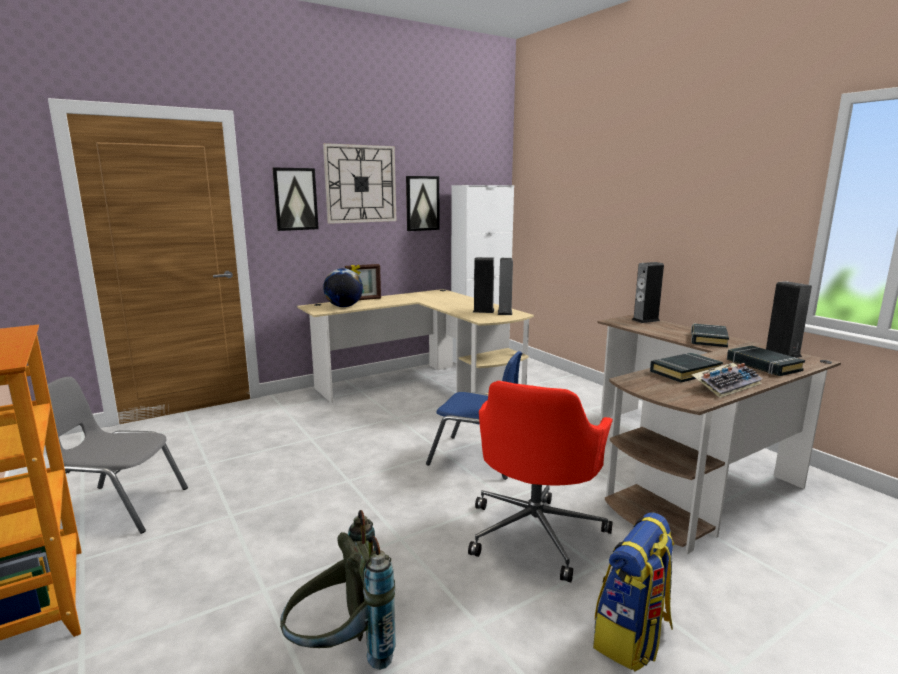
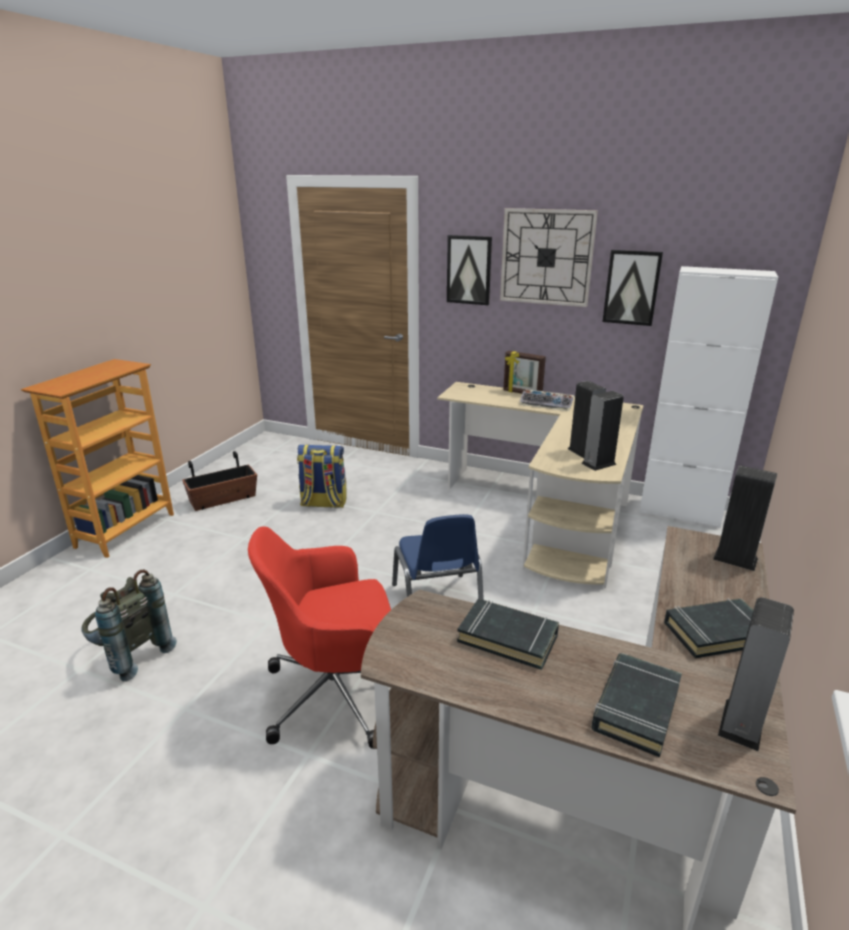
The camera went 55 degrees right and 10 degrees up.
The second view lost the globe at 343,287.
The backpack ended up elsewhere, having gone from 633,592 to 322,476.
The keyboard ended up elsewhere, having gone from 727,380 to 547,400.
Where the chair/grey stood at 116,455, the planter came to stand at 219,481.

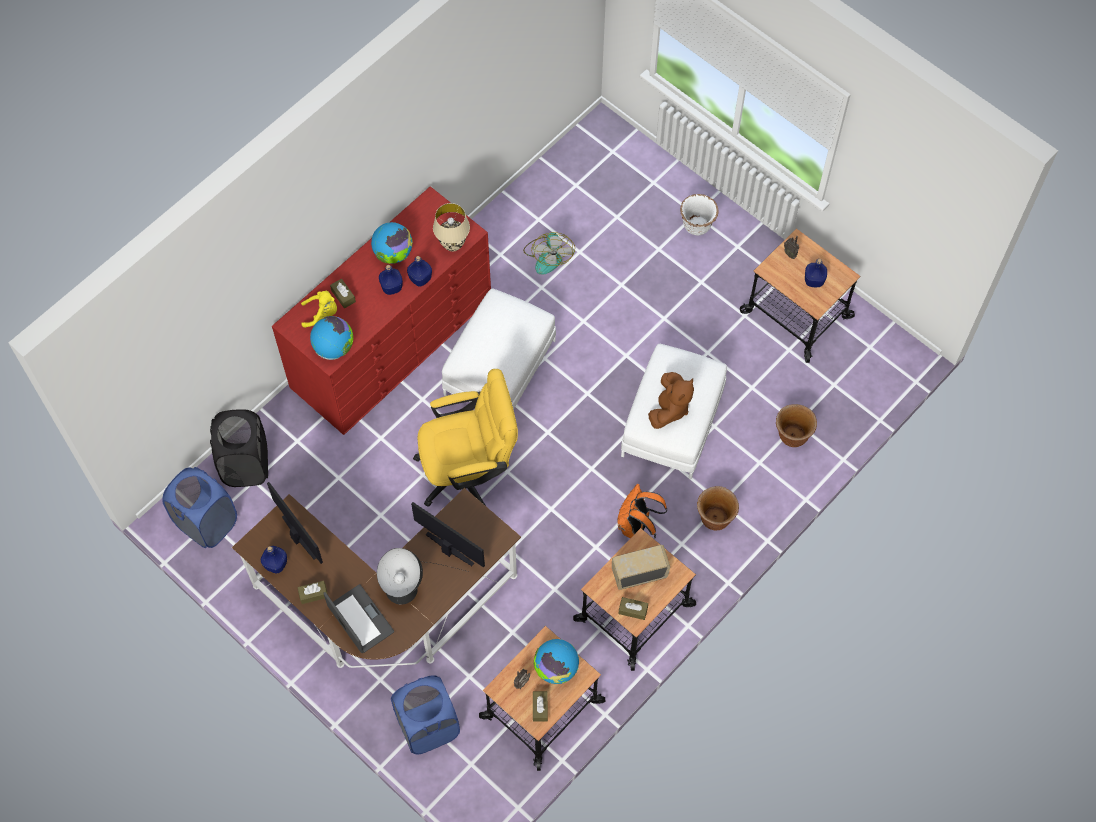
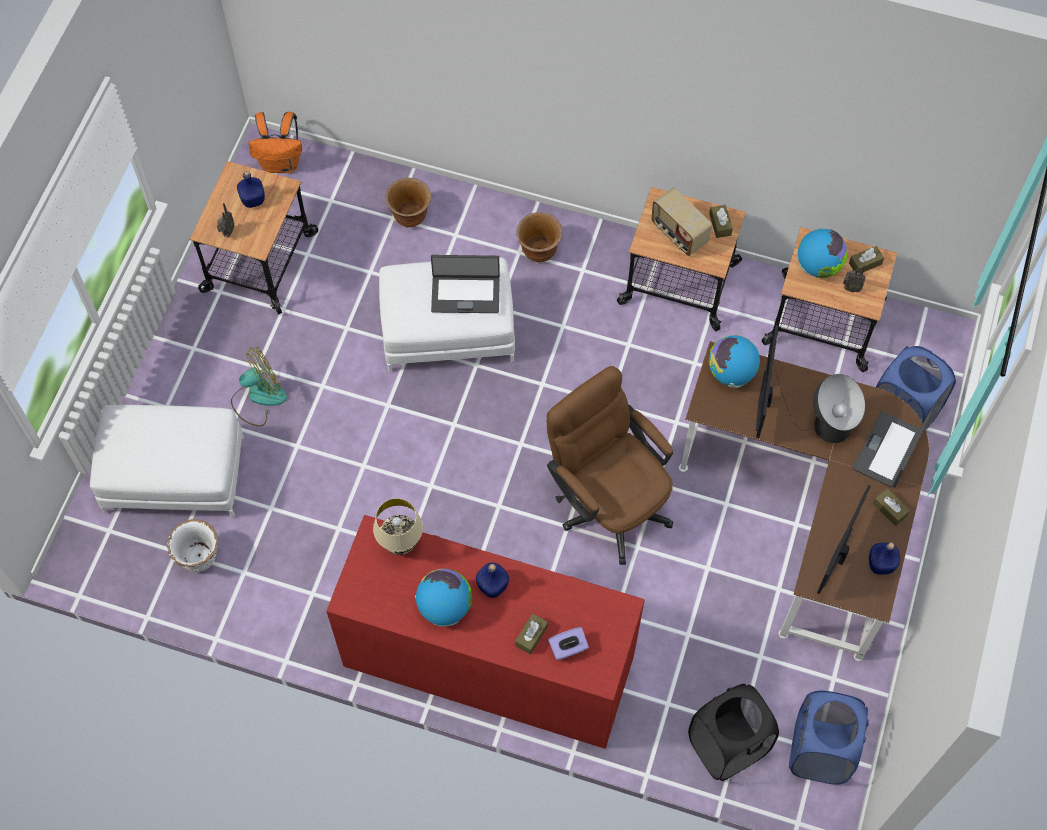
The camera went 115 degrees left and 0 degrees up.
The second view lost the bottle/blue at 419,271.
The globe ended up elsewhere, having gone from 331,338 to 734,361.
The ottoman/white ended up elsewhere, having gone from 499,349 to 167,461.
The fan ended up elsewhere, having gone from 549,253 to 259,387.
The backpack/orange ended up elsewhere, having gone from 642,511 to 275,142.
The planter/white ended up elsewhere, having gone from 699,214 to 192,545.
Where the plush toy/yellow stood at 319,309, the tissue box/purple came to stand at 568,643.
Where the plush toy/brown stood at 671,400, the laptop came to stand at 465,284.
What was the office chair/yellow at 465,438 turned into the office chair/brown at 610,465.

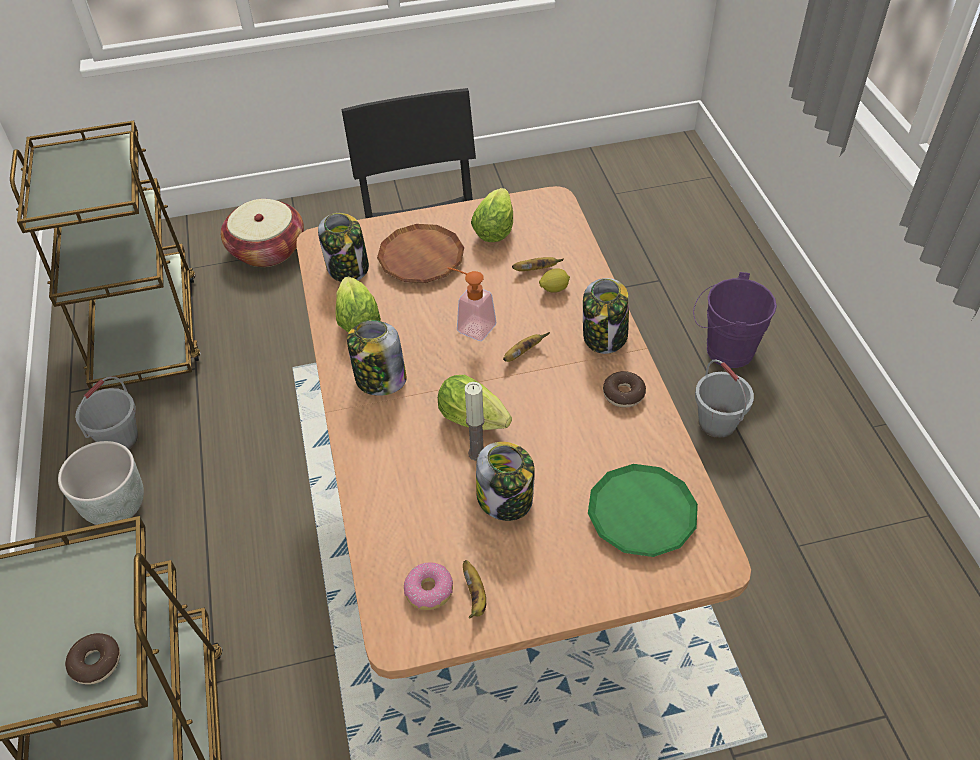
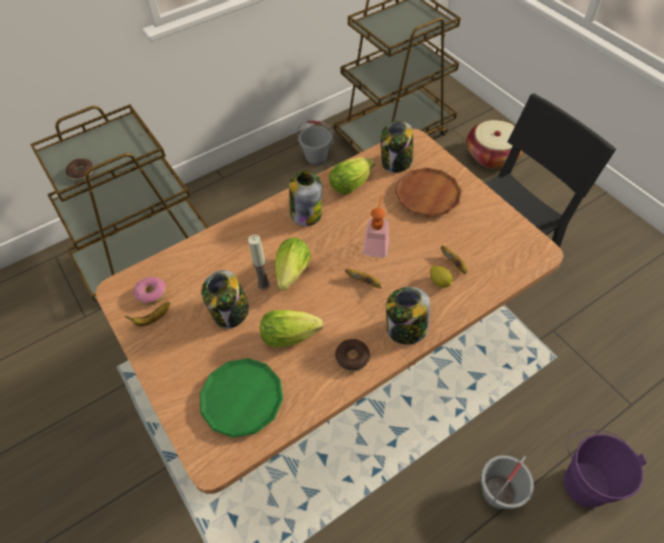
The camera went 70 degrees right and 5 degrees up.
The second view lost the planter/grey at 101,483.
The lettuce ended up elsewhere, having gone from 492,215 to 291,329.

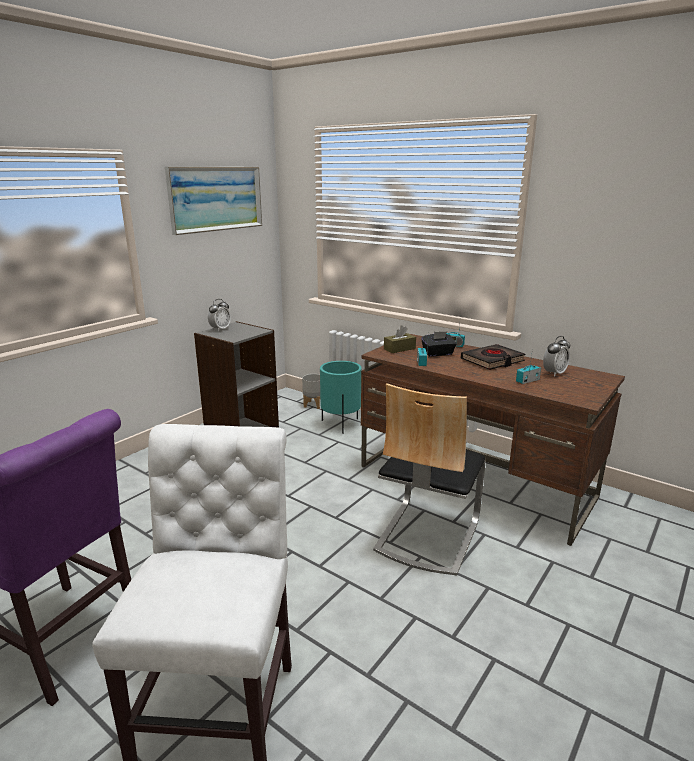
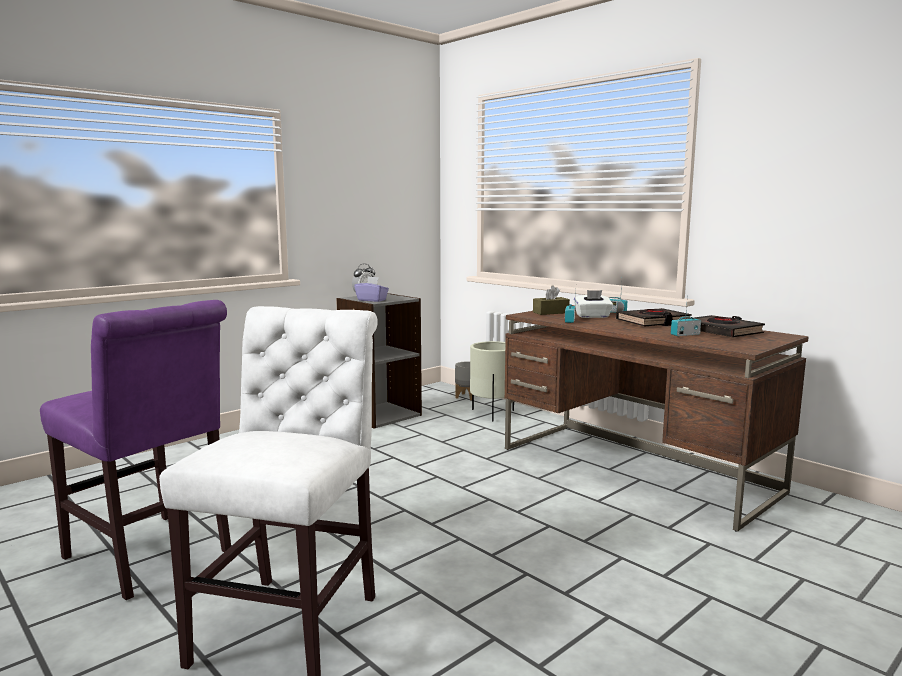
The camera went 10 degrees right and 10 degrees down.
The second view lost the picture at 213,201.
The second view lost the chair at 429,479.
The second view gained the tissue box/purple at 371,289.
Where the alarm clock stood at 556,356, the book/black came to stand at 725,326.
What was the planter/turquoise at 341,397 turned into the planter/beige at 492,381.
What was the tissue box/black at 439,343 turned into the tissue box/white at 593,304.

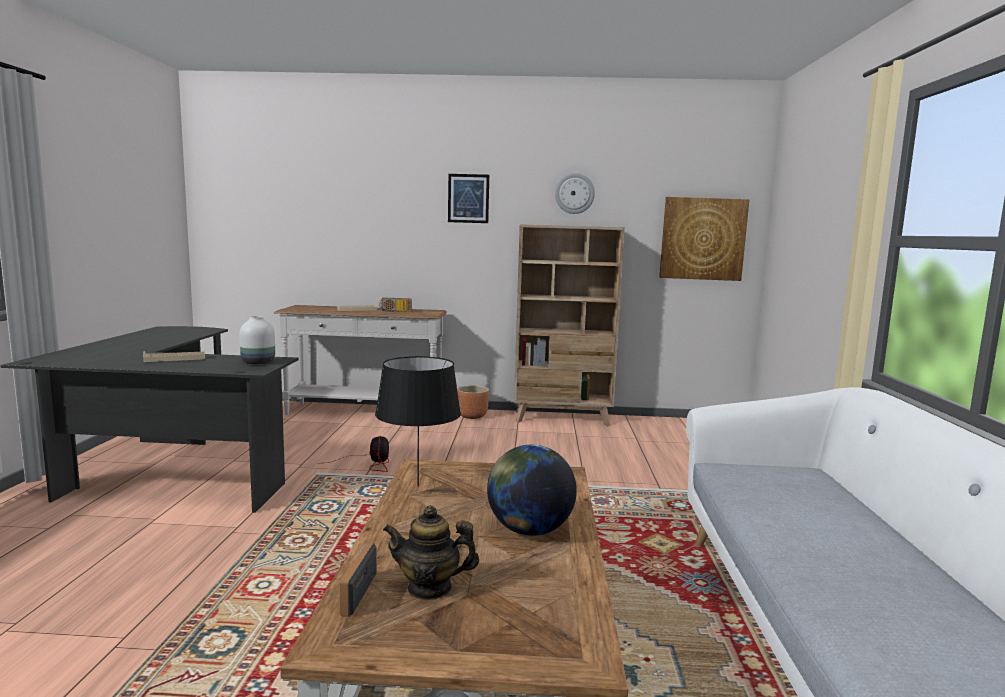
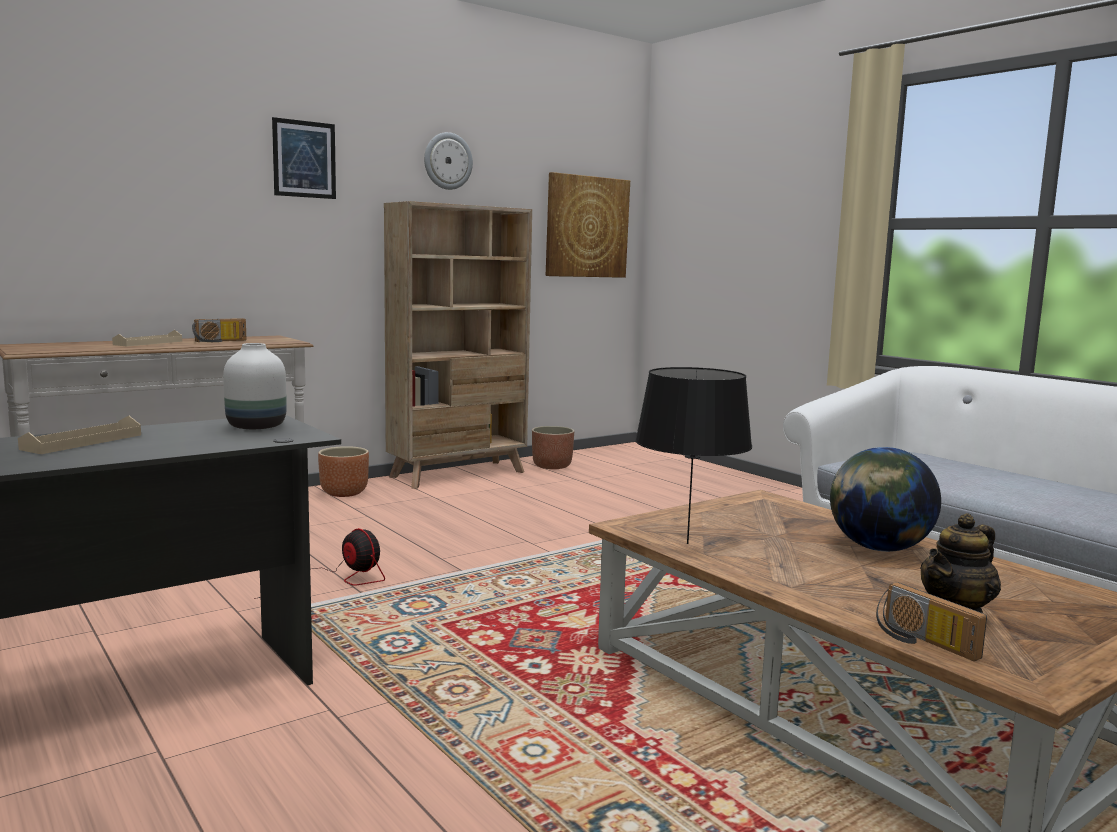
The camera went 40 degrees left and 0 degrees up.
The second view gained the planter at 553,447.

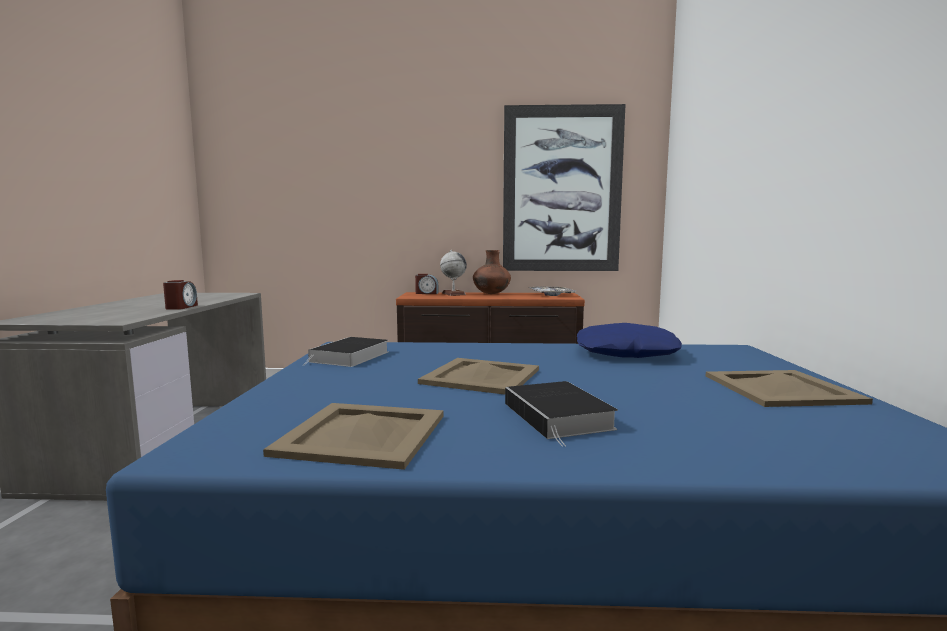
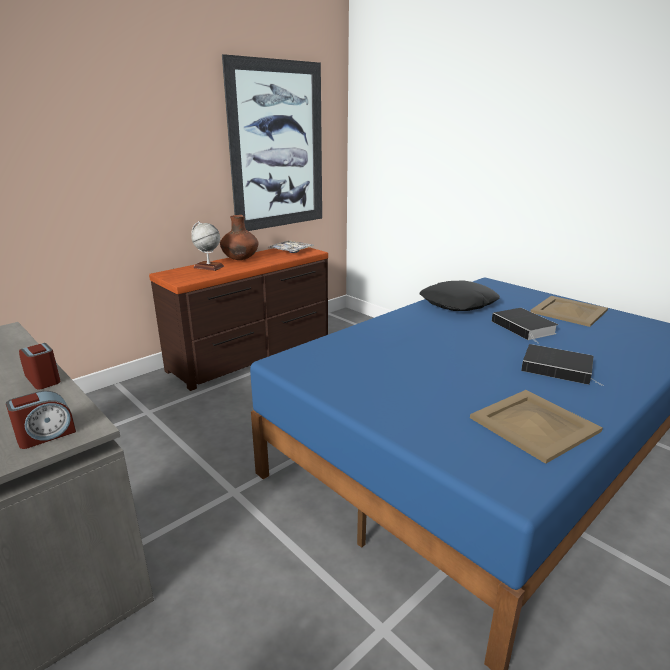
The camera went 45 degrees left and 15 degrees up.
The second view lost the tray/beige at 478,376.
The book ended up elsewhere, having gone from 345,352 to 525,326.
The alarm clock ended up elsewhere, having gone from 426,284 to 41,420.
What was the pillow/blue at 629,340 turned into the pillow/black at 459,295.

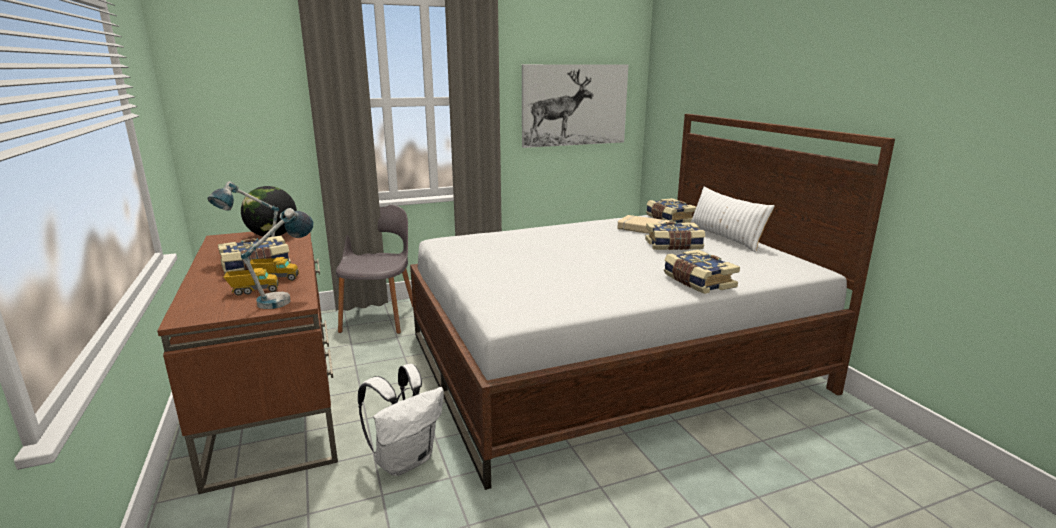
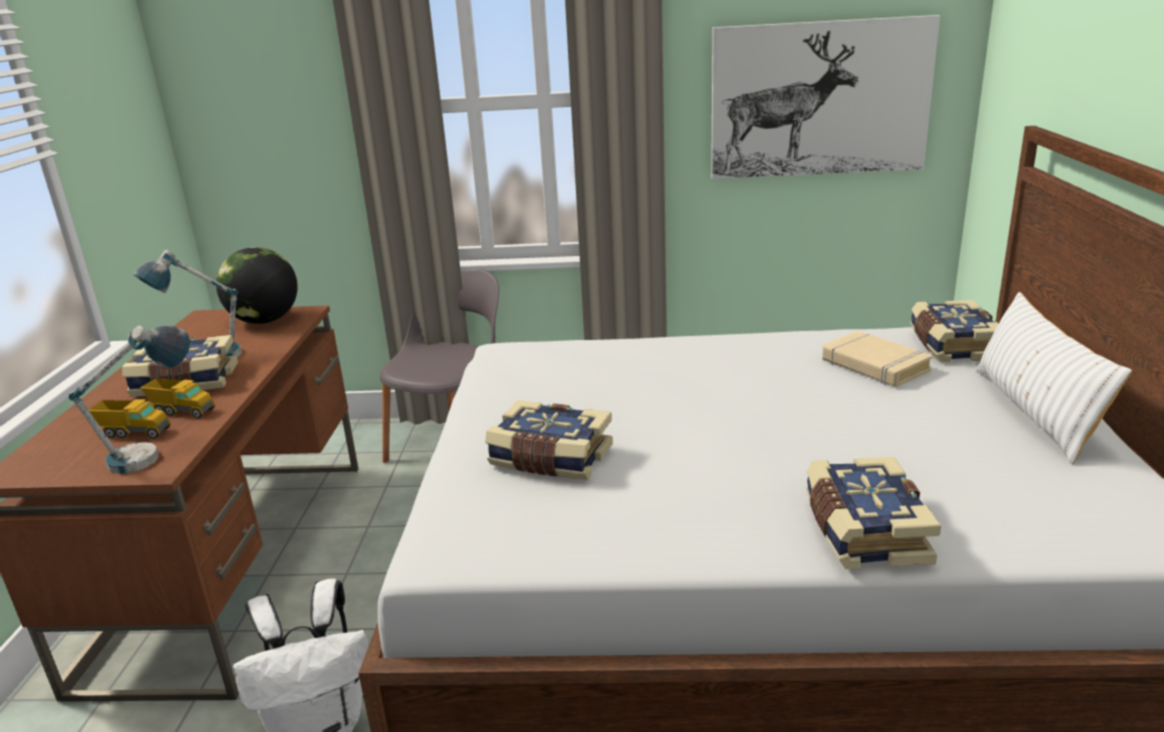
The camera went 25 degrees right and 5 degrees up.
The book ended up elsewhere, having gone from 675,236 to 549,440.

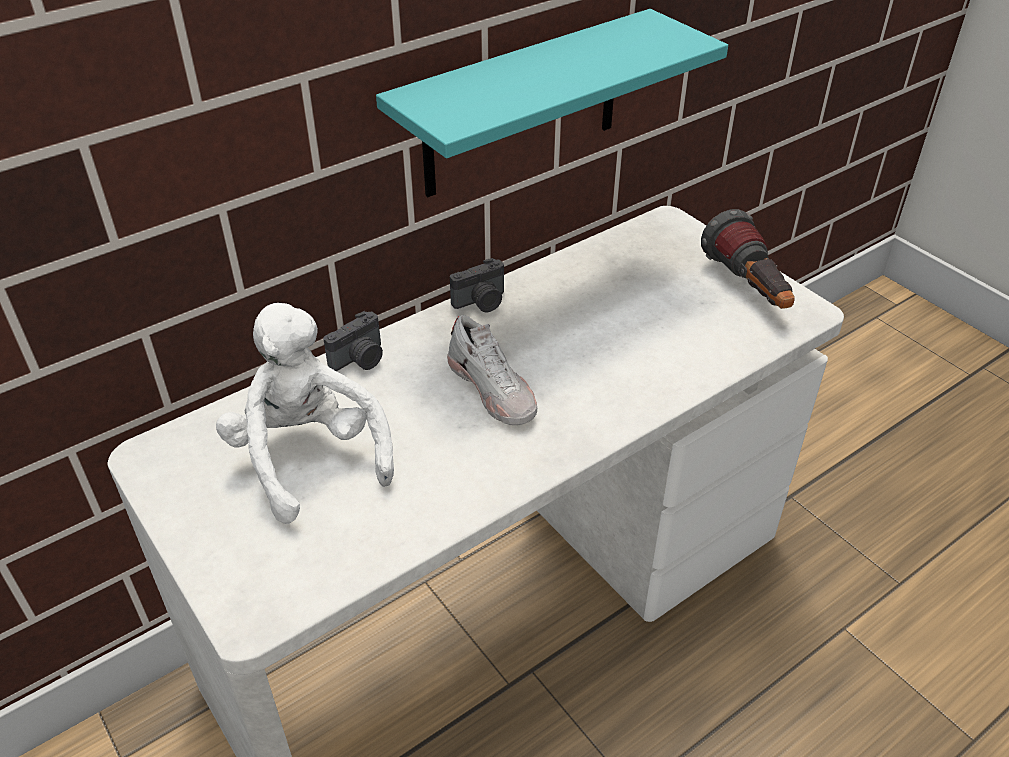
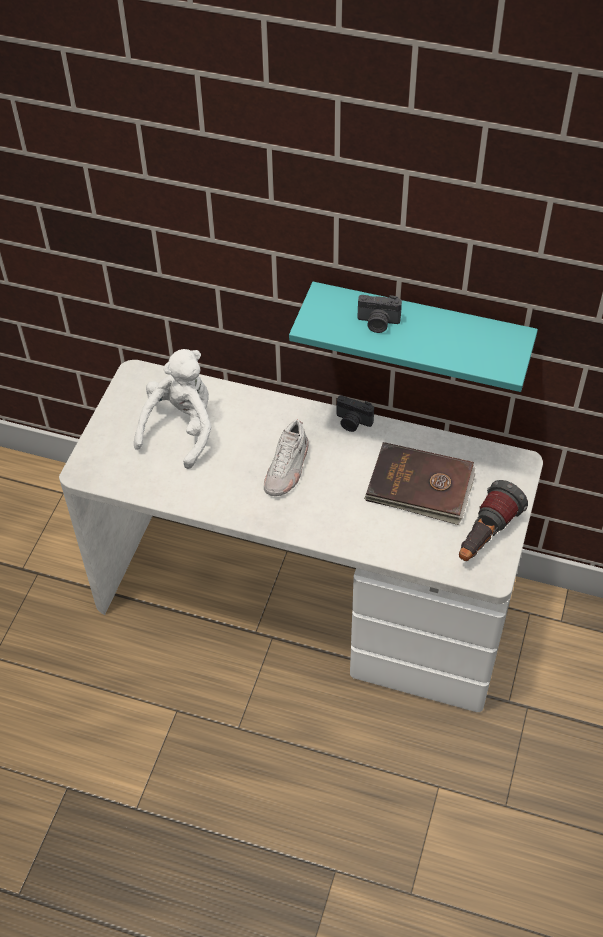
The camera went 55 degrees right and 10 degrees up.
The second view gained the book/brown at 420,483.
The photo camera ended up elsewhere, having gone from 353,341 to 380,314.

